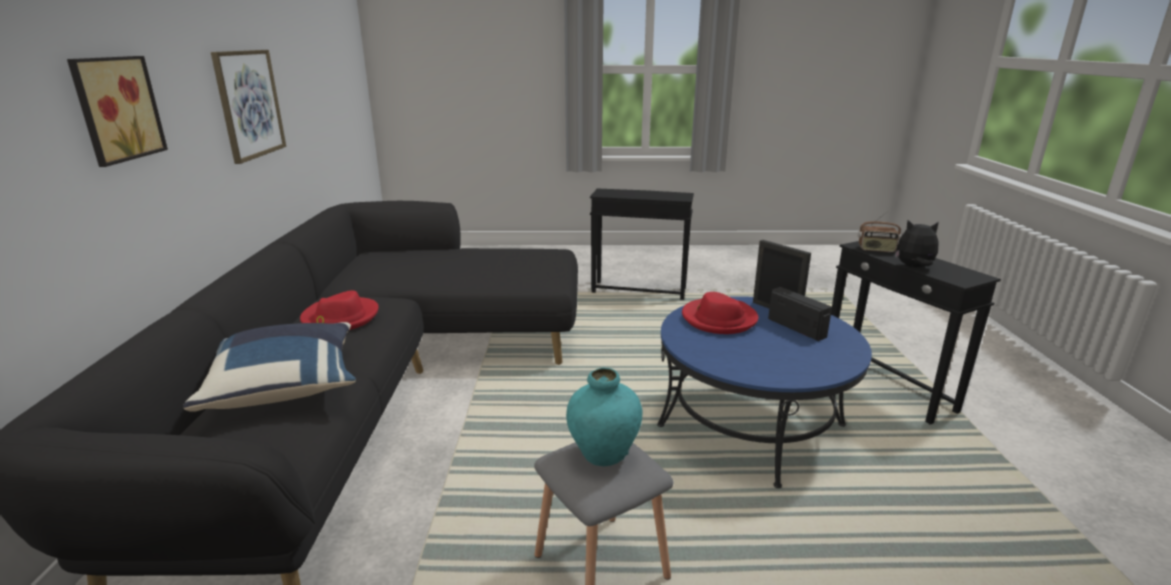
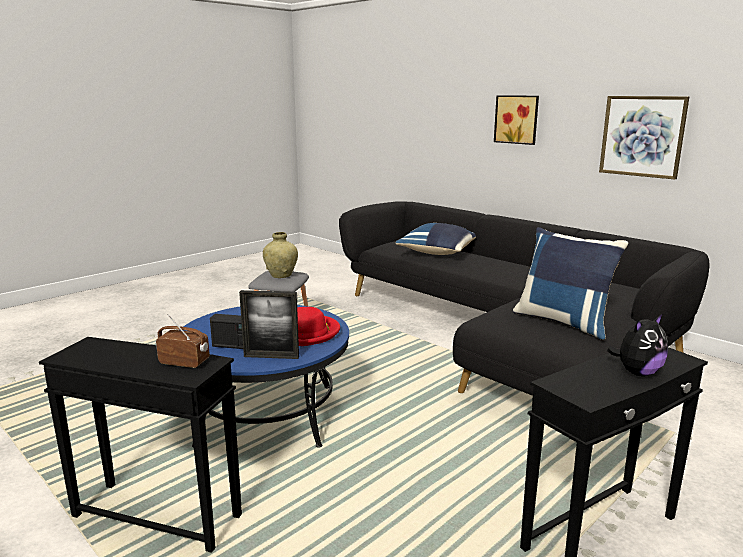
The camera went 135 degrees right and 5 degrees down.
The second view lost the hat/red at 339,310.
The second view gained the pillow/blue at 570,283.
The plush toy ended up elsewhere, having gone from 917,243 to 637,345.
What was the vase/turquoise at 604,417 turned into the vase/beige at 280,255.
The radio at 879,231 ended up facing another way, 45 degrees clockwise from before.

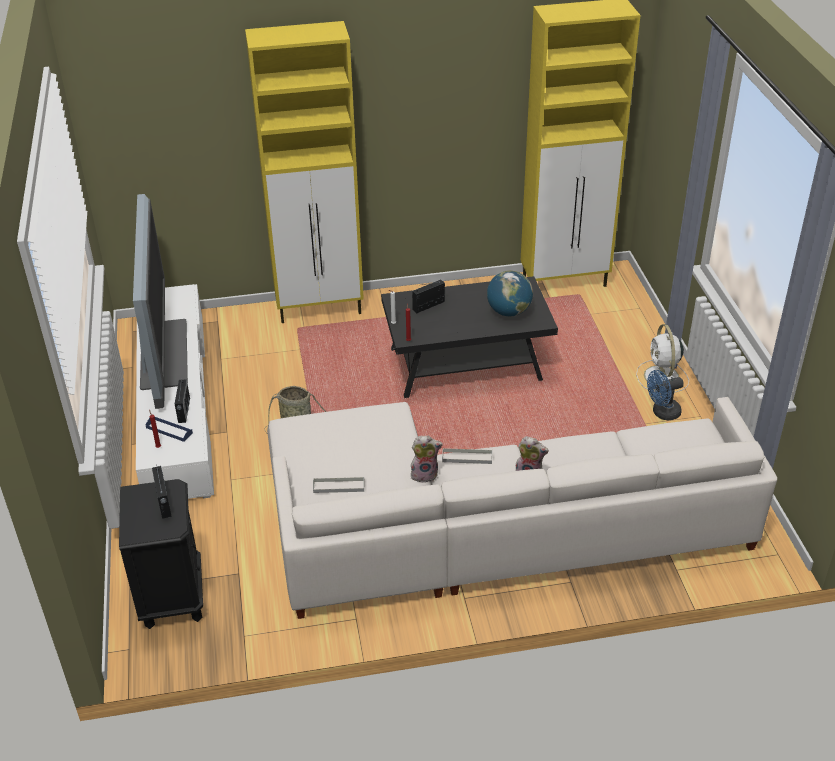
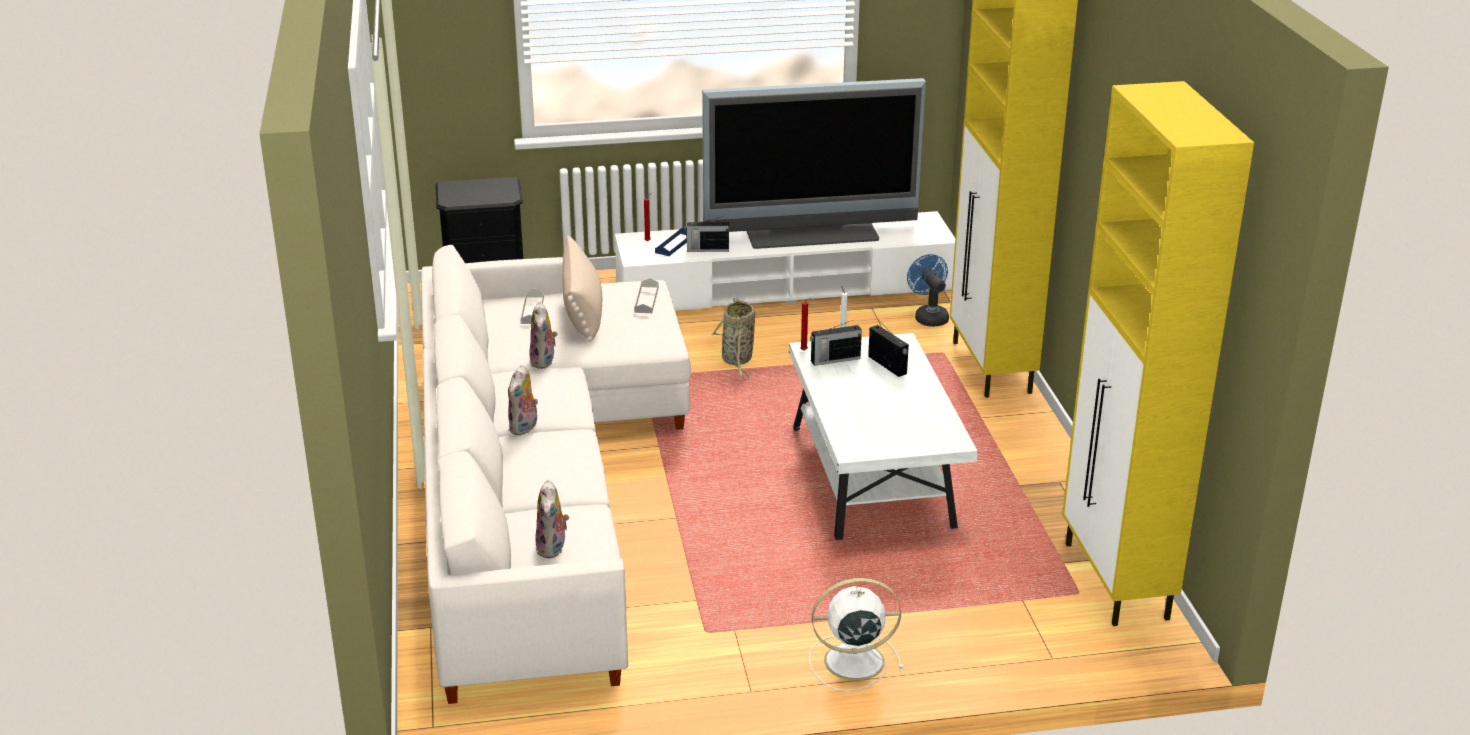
The camera went 90 degrees right and 10 degrees down.
The second view lost the globe at 510,293.
The second view gained the plush toy at 552,519.
The second view gained the pillow/beige at 582,288.
The radio ended up elsewhere, having gone from 162,492 to 836,343.
The tray/grey ended up elsewhere, having gone from 467,456 to 646,295.
The fan/blue ended up elsewhere, having gone from 665,395 to 928,290.
What was the coffee table/black at 469,337 turned into the coffee table/white at 883,437.

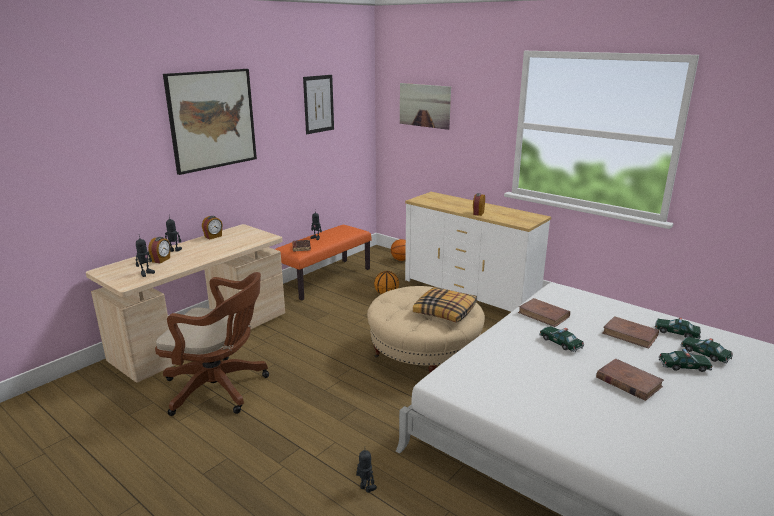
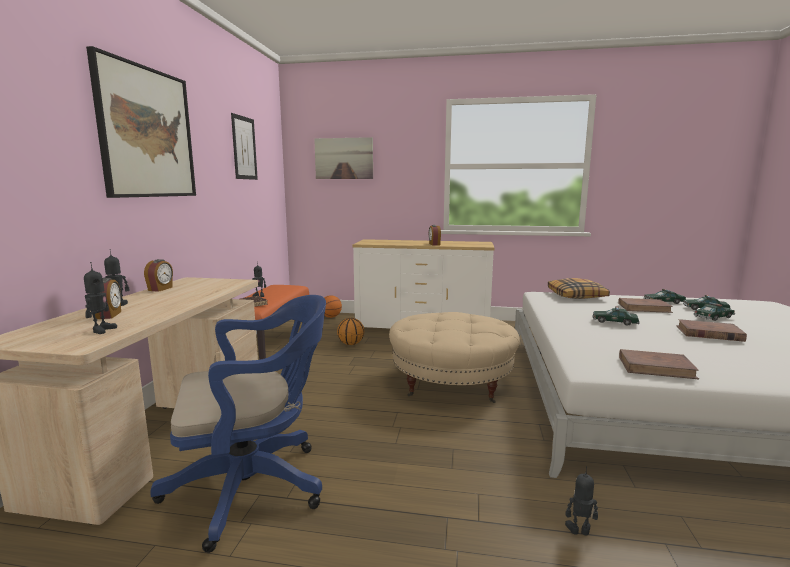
The camera went 30 degrees left and 10 degrees down.
The pillow ended up elsewhere, having gone from 445,305 to 579,288.
The book/brown ended up elsewhere, having gone from 544,312 to 659,364.
What was the office chair/brown at 212,344 turned into the office chair/blue at 238,424.

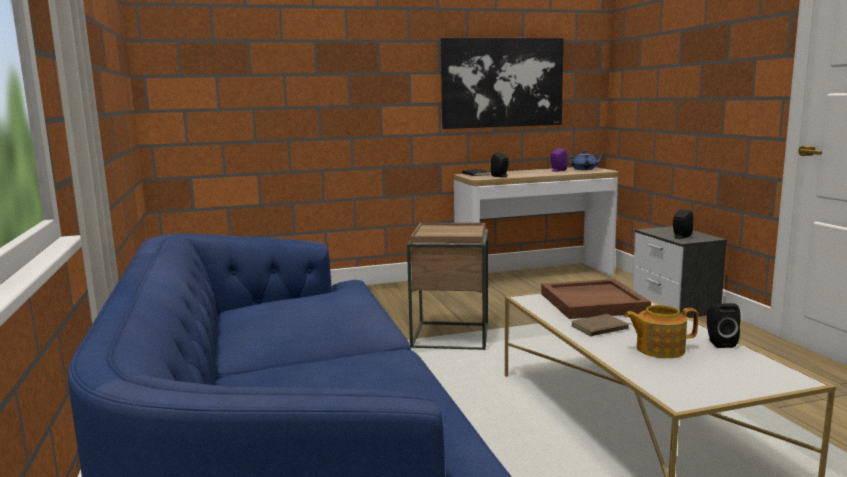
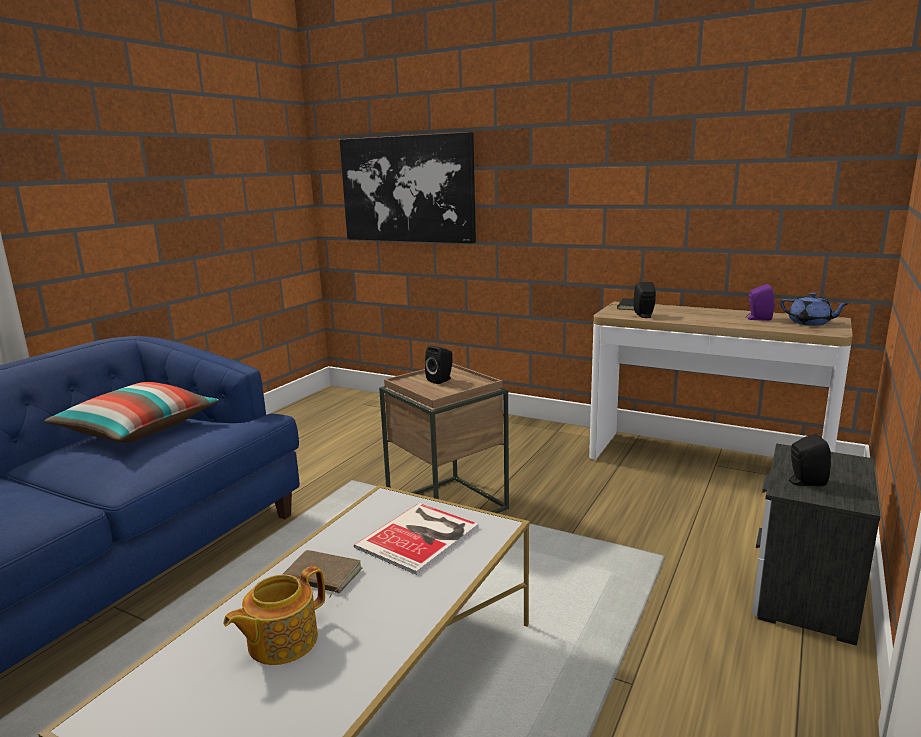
The camera went 45 degrees right and 5 degrees up.
The second view gained the pillow at 131,412.
The picture ended up elsewhere, having gone from 502,83 to 408,187.
The speaker/black ended up elsewhere, having gone from 723,325 to 439,364.
Where the tray/brown stood at 596,299, the book came to stand at 416,539.
The teapot at 661,331 ended up facing another way, 90 degrees counterclockwise from before.

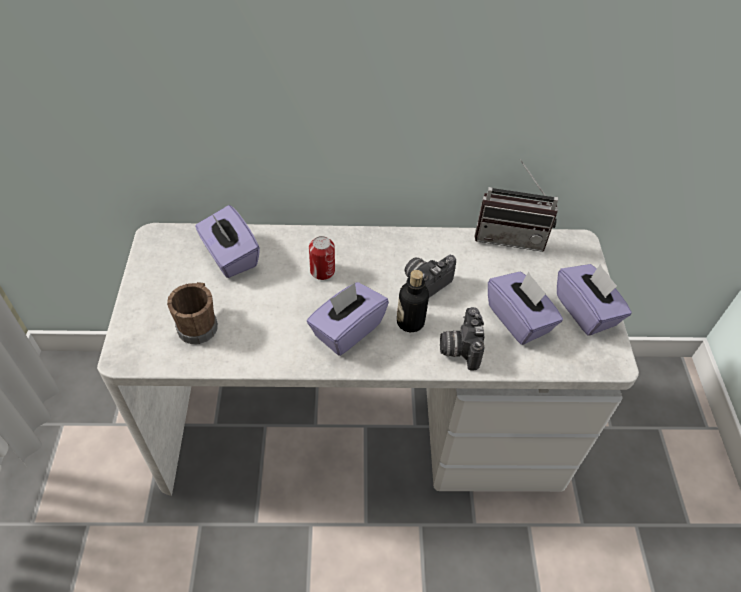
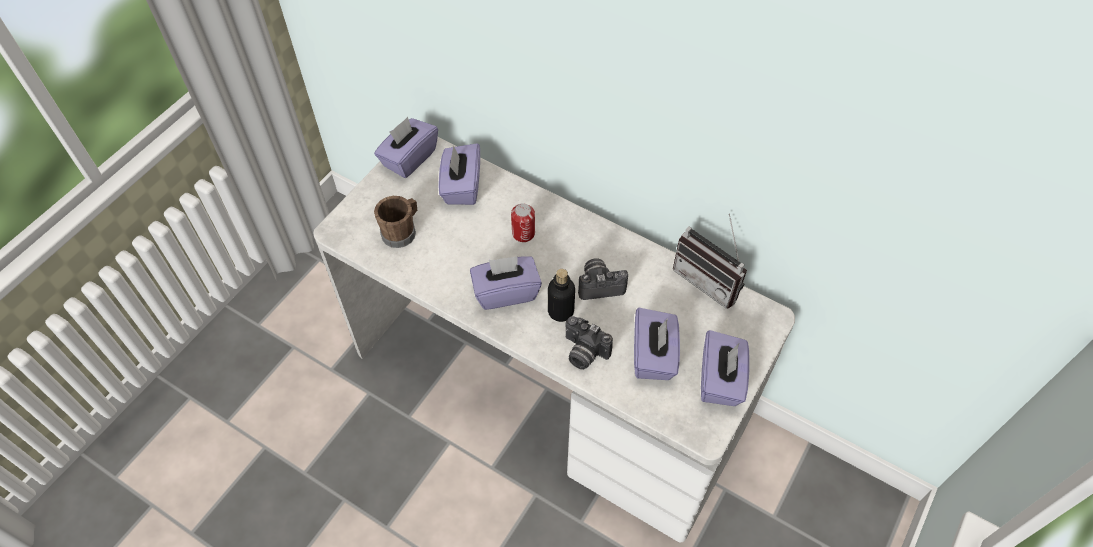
The camera went 35 degrees right and 5 degrees up.
The second view gained the tissue box/purple at 406,147.
The photo camera at 462,338 ended up facing another way, 90 degrees counterclockwise from before.

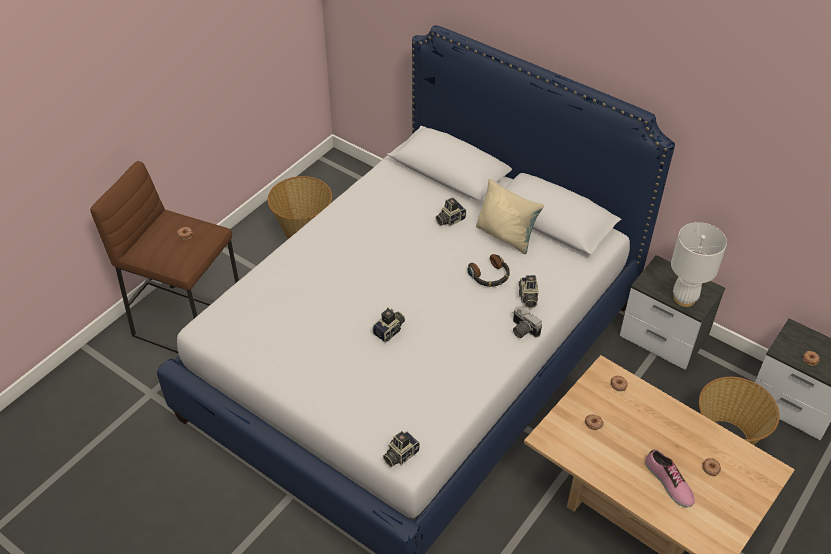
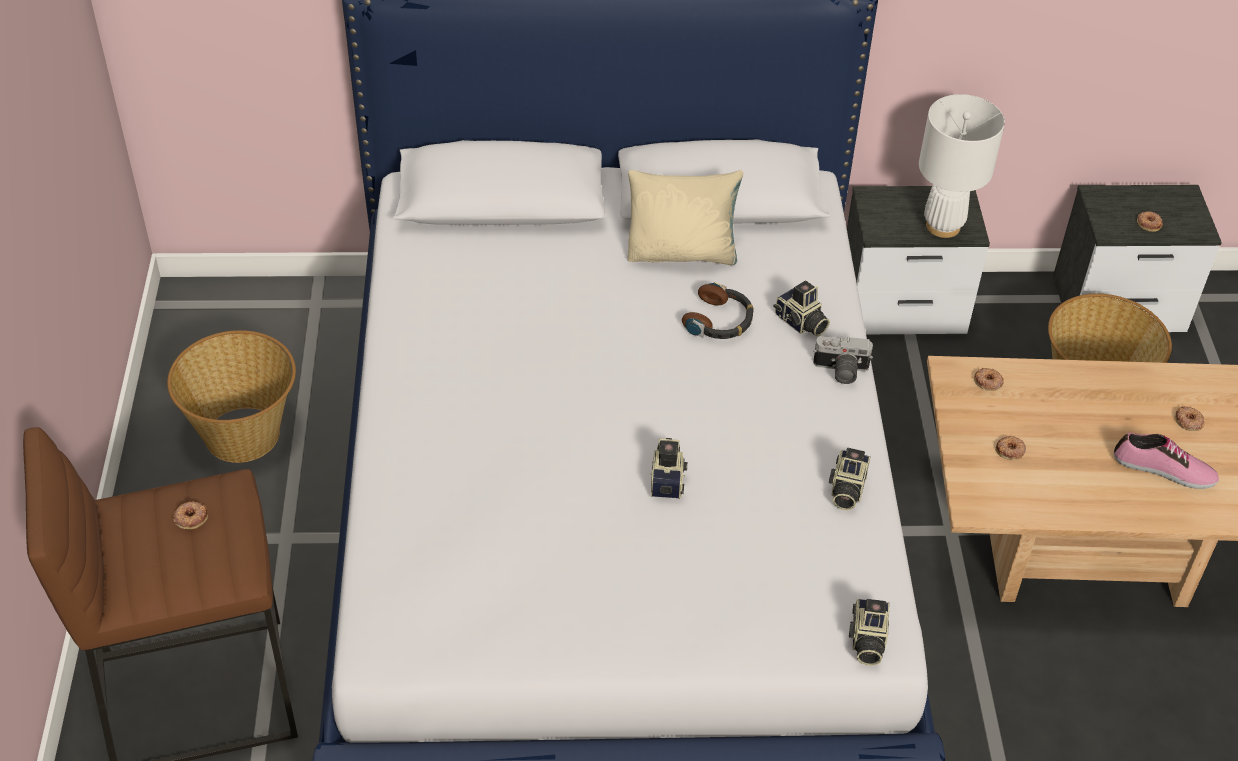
The camera went 40 degrees left and 0 degrees up.
The photo camera ended up elsewhere, having gone from 451,212 to 849,479.

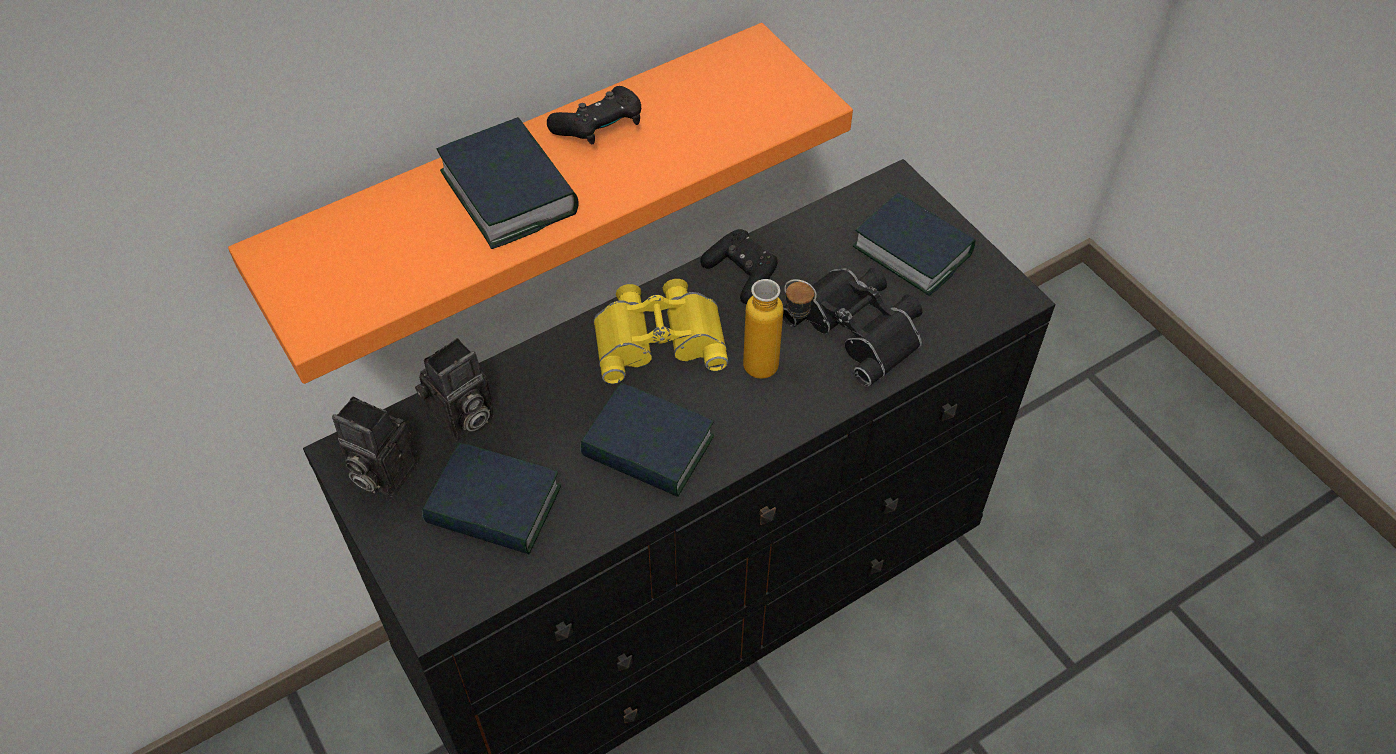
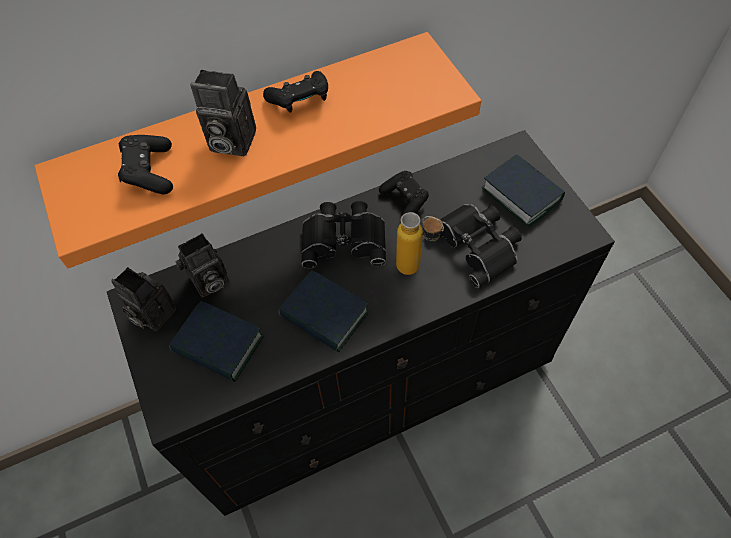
The camera went 10 degrees right and 5 degrees up.
The second view gained the game controller/black at 145,164.
Where the book stood at 508,183, the photo camera came to stand at 223,112.
What was the binoculars/yellow at 661,331 turned into the binoculars/black at 343,234.

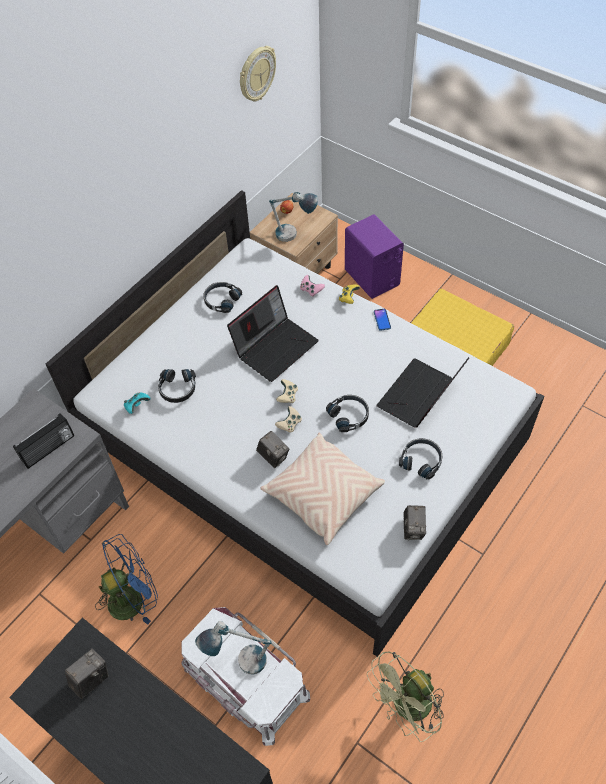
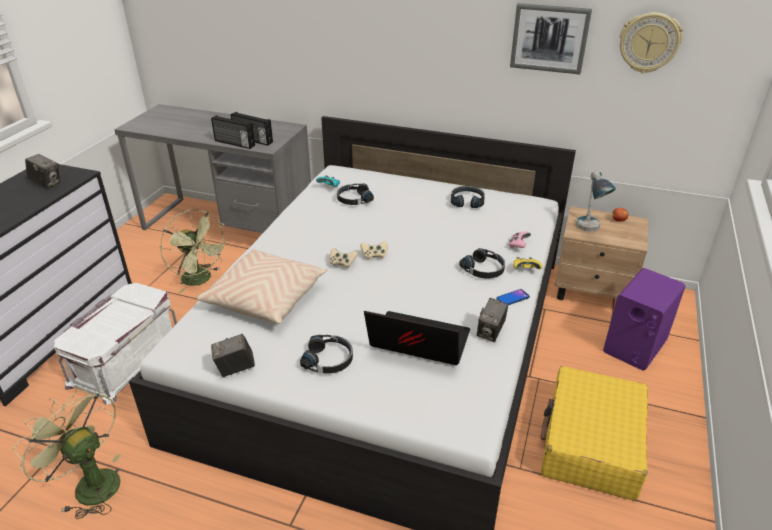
The camera went 70 degrees right and 20 degrees down.
The second view lost the table lamp at 233,647.
The second view lost the laptop at 273,333.
The second view gained the radio at 233,132.
The second view gained the picture at 551,38.
The photo camera ended up elsewhere, having gone from 272,449 to 492,320.
The headphones/black ended up elsewhere, having gone from 347,413 to 482,263.
What was the fan/blue at 126,579 turned into the fan/green at 194,251.

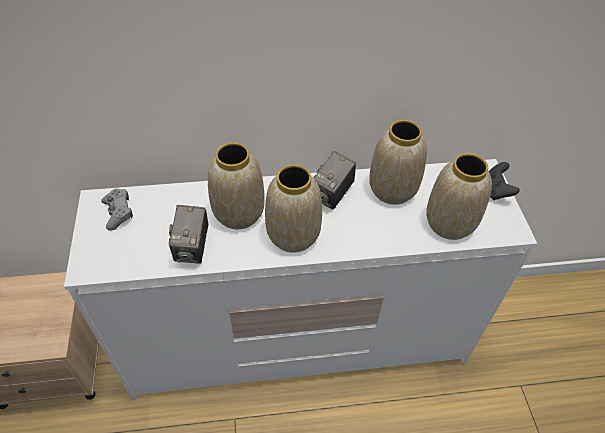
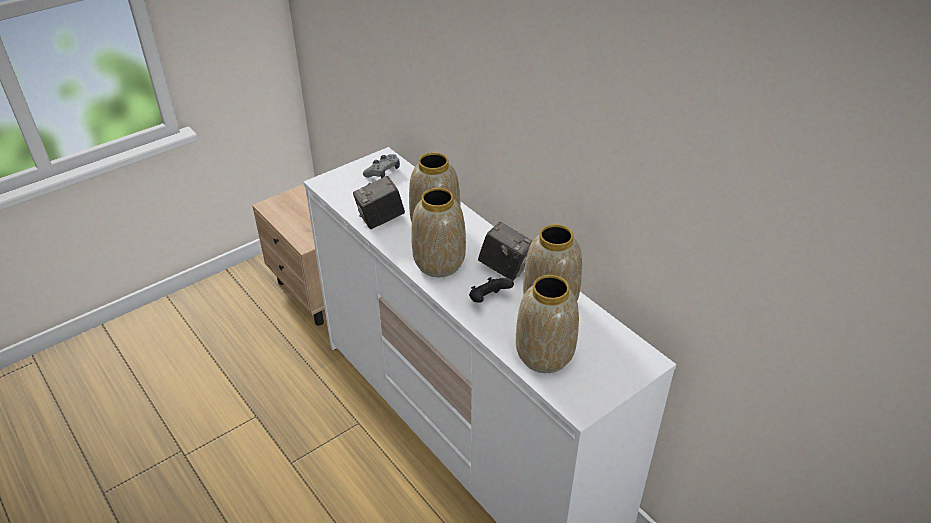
The camera went 60 degrees right and 10 degrees down.
The game controller/black ended up elsewhere, having gone from 504,181 to 491,290.
The photo camera at 334,180 ended up facing another way, 150 degrees counterclockwise from before.

